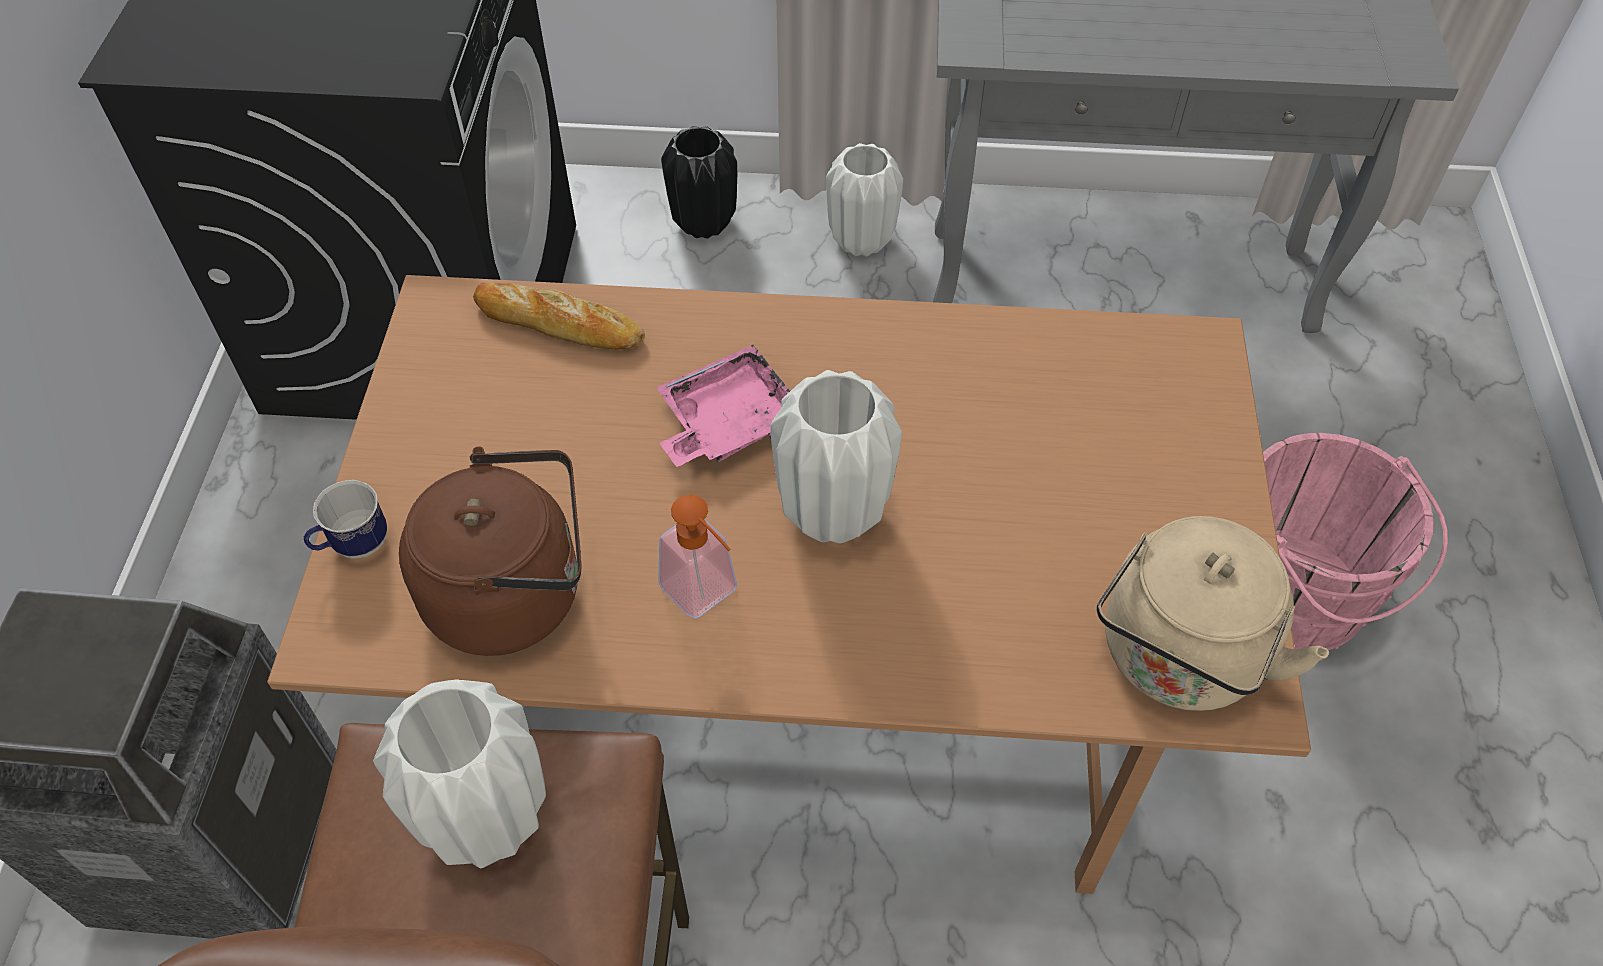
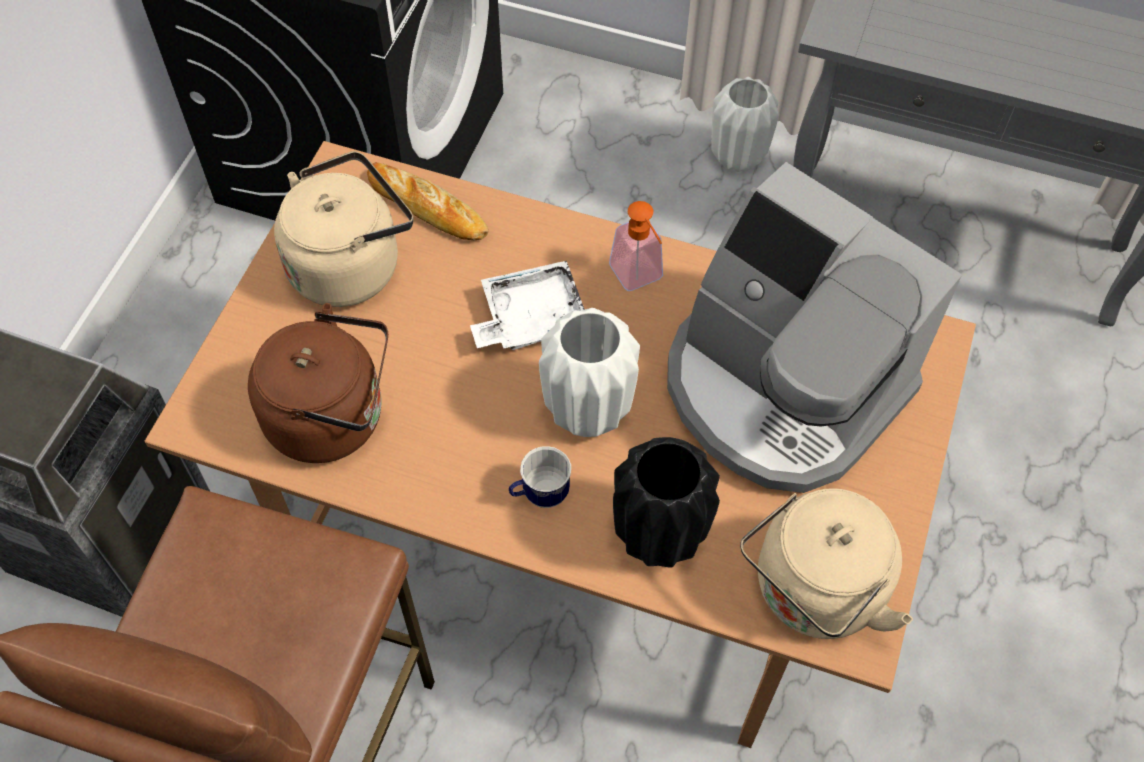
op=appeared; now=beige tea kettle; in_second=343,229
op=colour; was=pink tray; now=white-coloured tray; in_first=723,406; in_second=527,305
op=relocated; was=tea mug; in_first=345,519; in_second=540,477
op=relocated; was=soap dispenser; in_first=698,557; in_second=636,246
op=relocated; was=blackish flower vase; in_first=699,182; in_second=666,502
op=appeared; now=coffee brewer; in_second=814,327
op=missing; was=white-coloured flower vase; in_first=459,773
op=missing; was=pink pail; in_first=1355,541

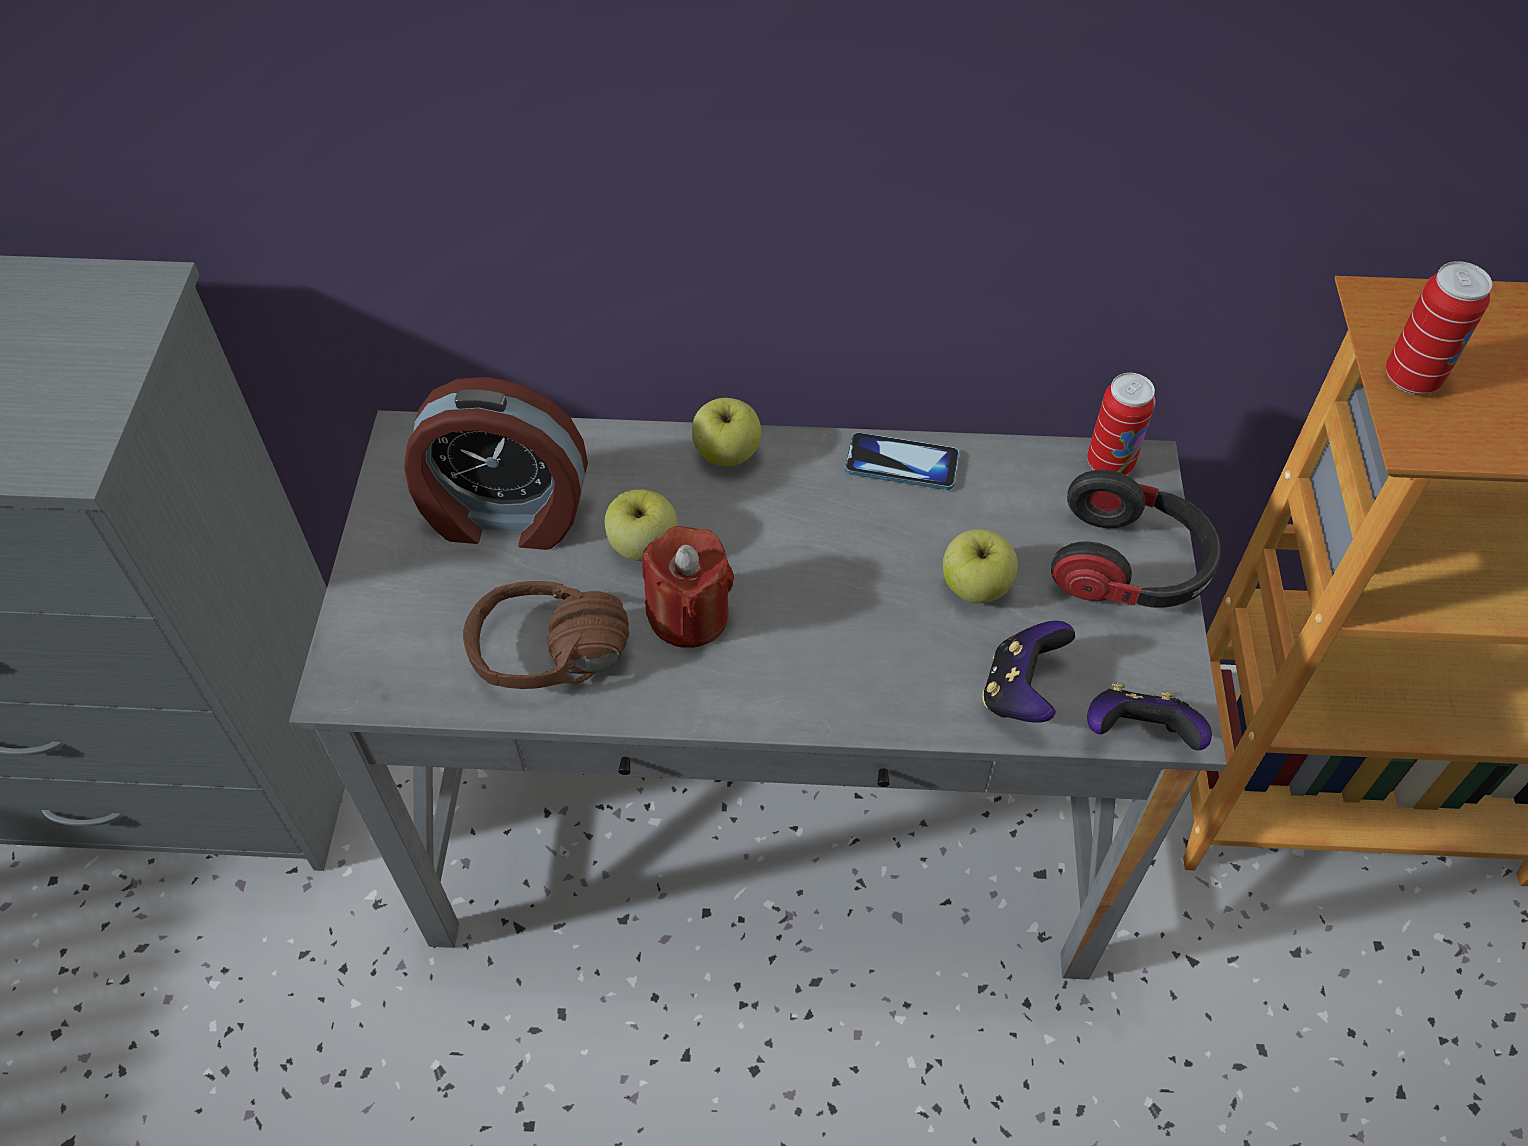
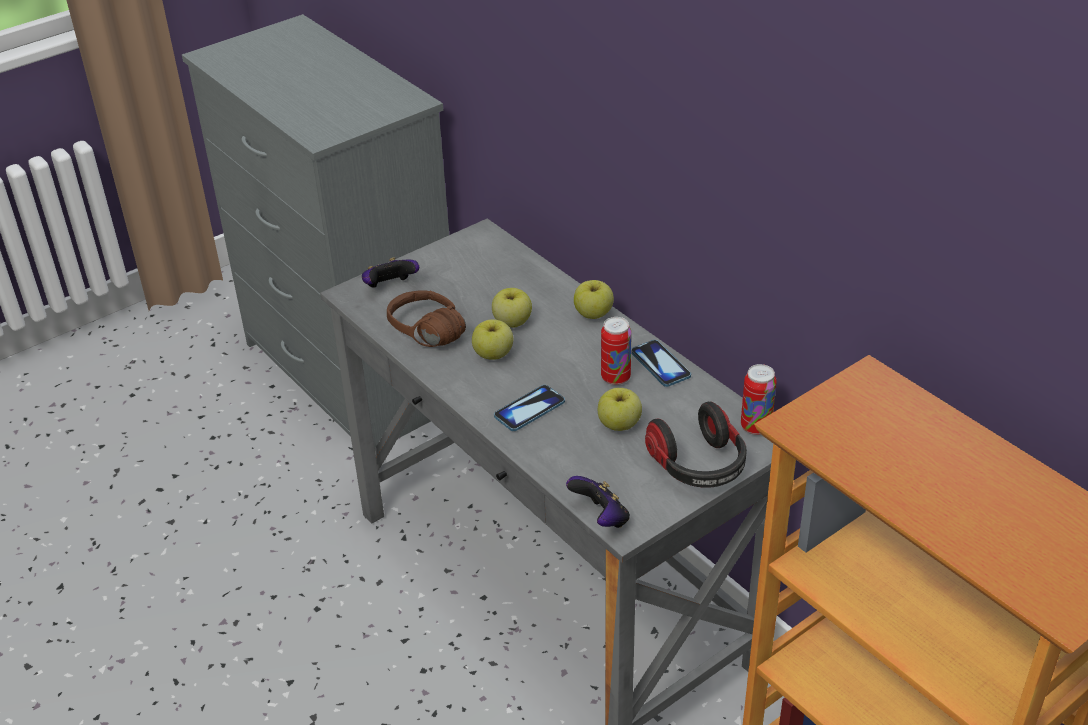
op=relocated; was=gamepad; in_first=1028,672; in_second=390,273
op=exchanged; was=red wax light; now=apple fruit; in_first=688,587; in_second=492,339
op=appeared; now=phone; in_second=529,408
op=relocated; was=can; in_first=1439,327; in_second=616,351
op=missing; was=alarm clock; in_first=496,463

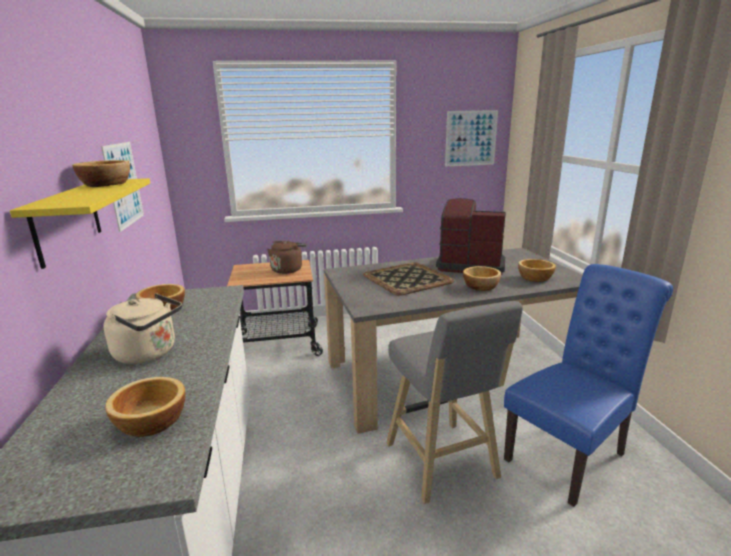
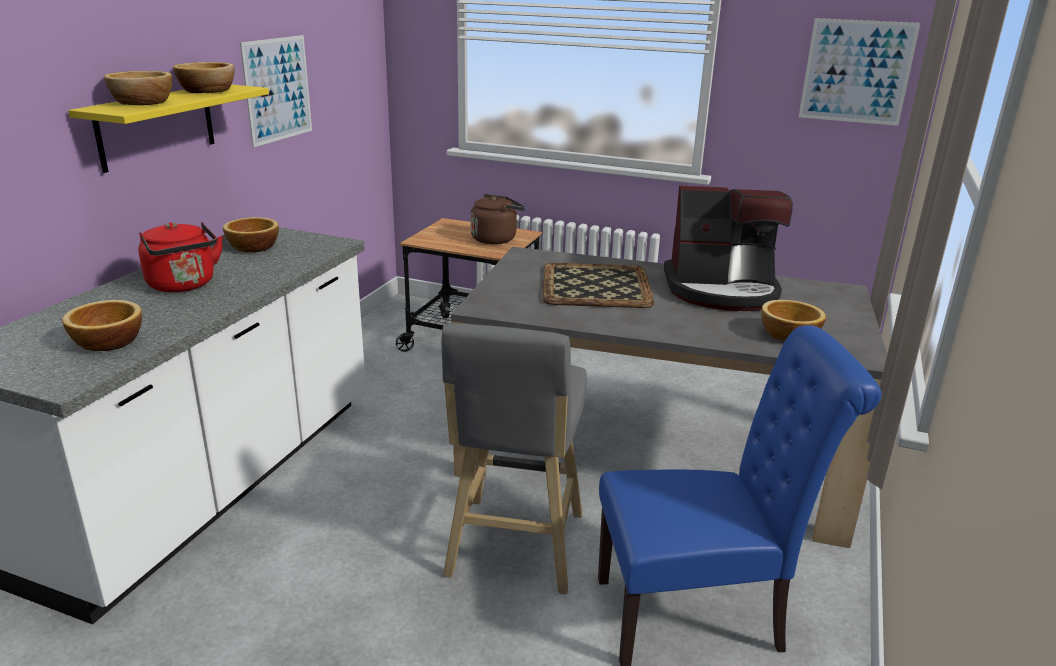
op=relocated; was=deep dish; in_first=482,278; in_second=138,88
op=colour; was=beige tea kettle; now=red tea kettle; in_first=142,328; in_second=180,257
op=spun; was=coffee brewer; in_first=471,236; in_second=728,248; clockwise=135

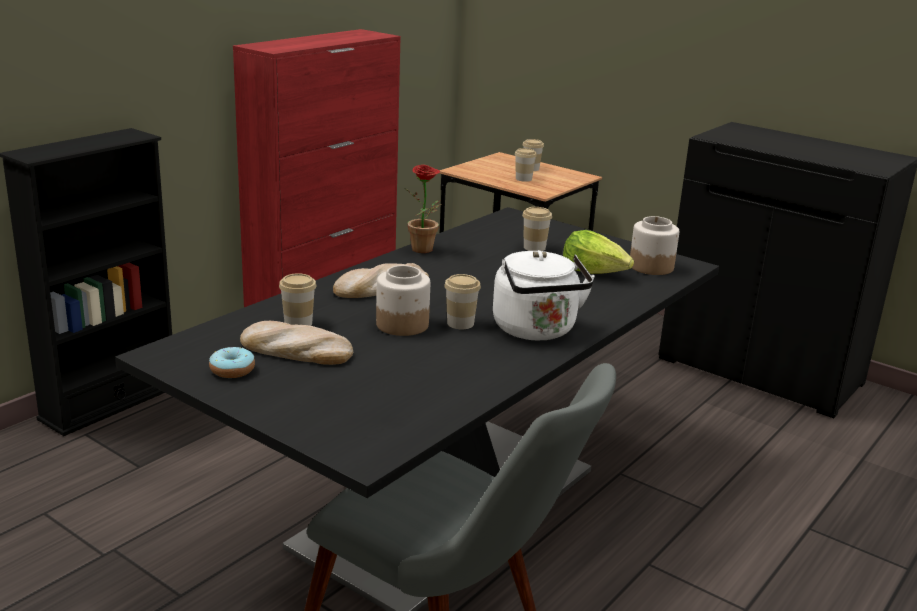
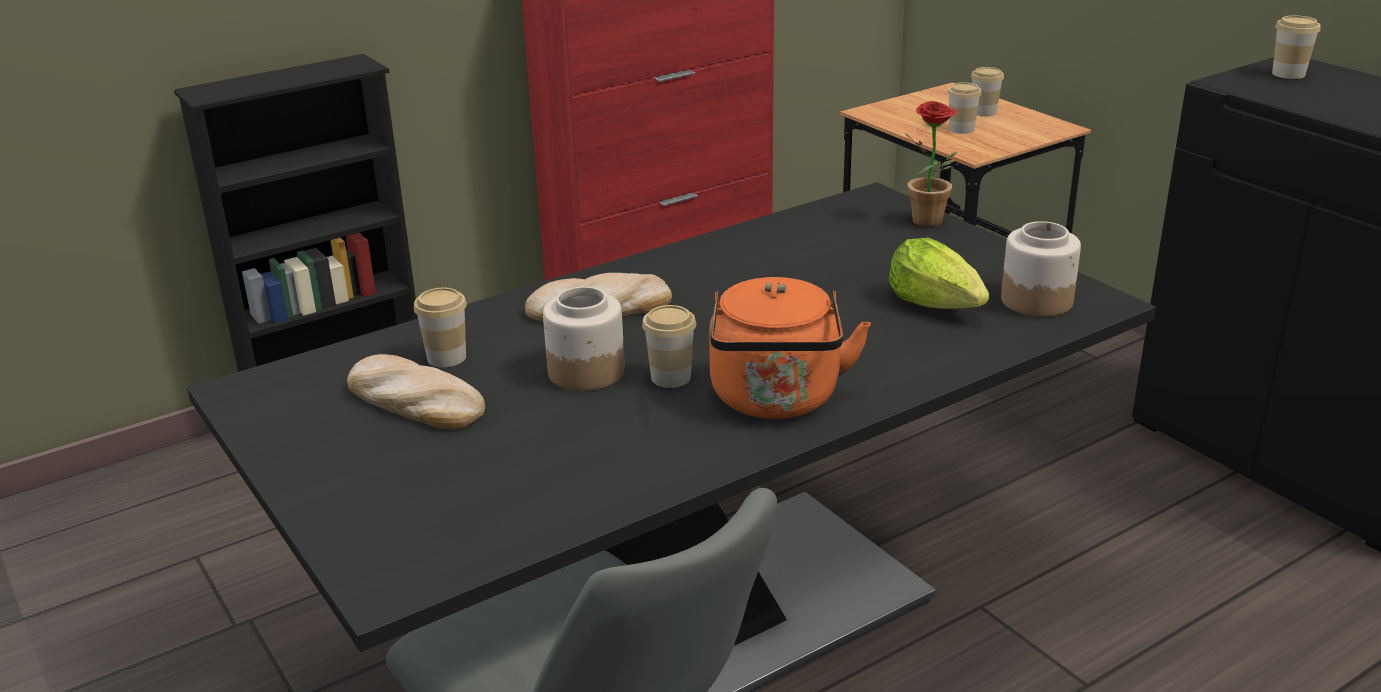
op=colour; was=white-coloured tea kettle; now=orange-coloured tea kettle; in_first=544,295; in_second=790,348
op=relocated; was=plant in a pot; in_first=423,208; in_second=931,164
op=relocated; was=drinking cup; in_first=537,229; in_second=1296,47
op=missing; was=doughnut; in_first=232,362

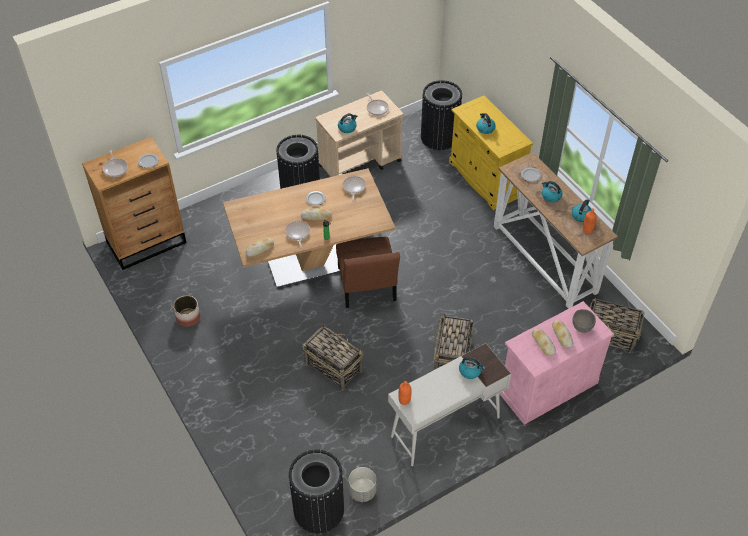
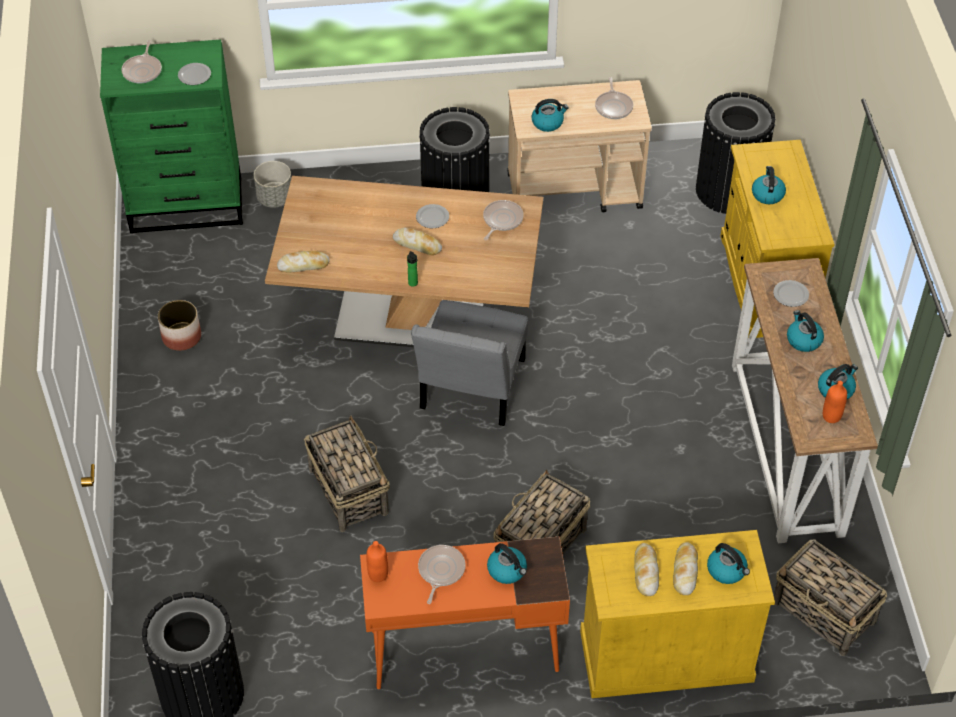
op=colour; was=brown dresser; now=green dresser; in_first=134,203; in_second=171,136
op=relocated; was=greyish plant pot; in_first=362,484; in_second=272,184
op=colour; was=white-coloured desk; now=orange-coloured desk; in_first=449,404; in_second=465,613
op=colour; was=brown upright chair; now=greyish upright chair; in_first=368,272; in_second=469,363
op=relocated; was=skillet; in_first=297,234; in_second=442,574
op=colour; was=pink storage cabinet; now=yellow storage cabinet; in_first=557,363; in_second=677,614
op=exchanged; was=greyish deep dish; now=tea kettle; in_first=584,321; in_second=728,563

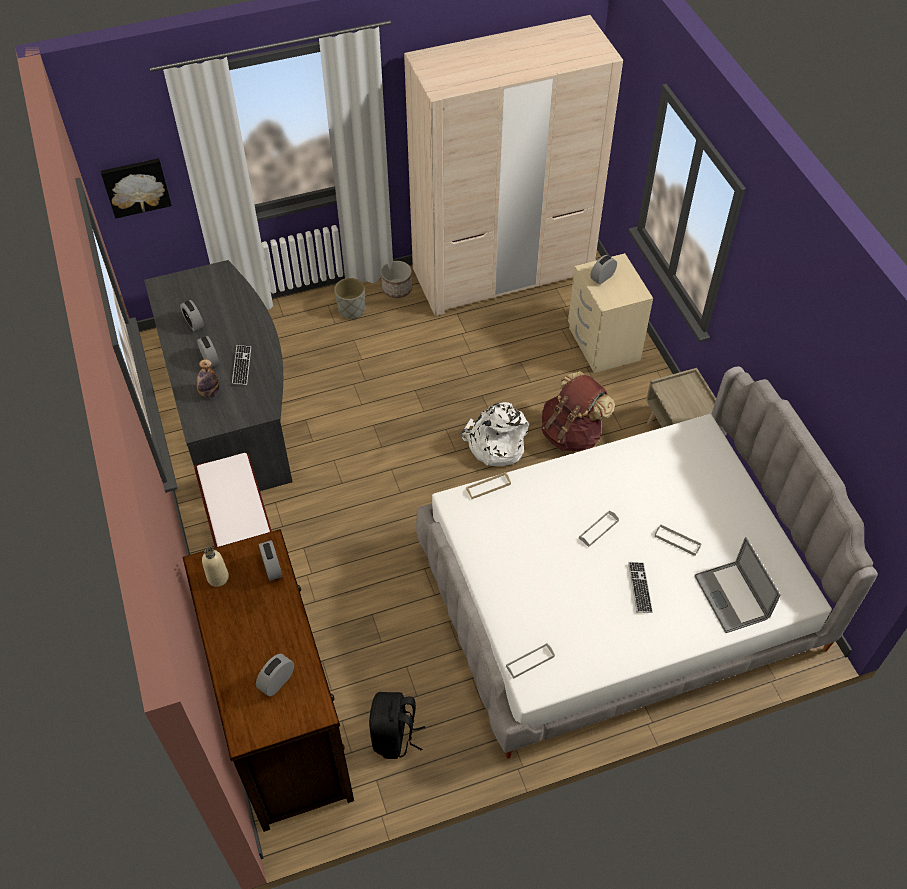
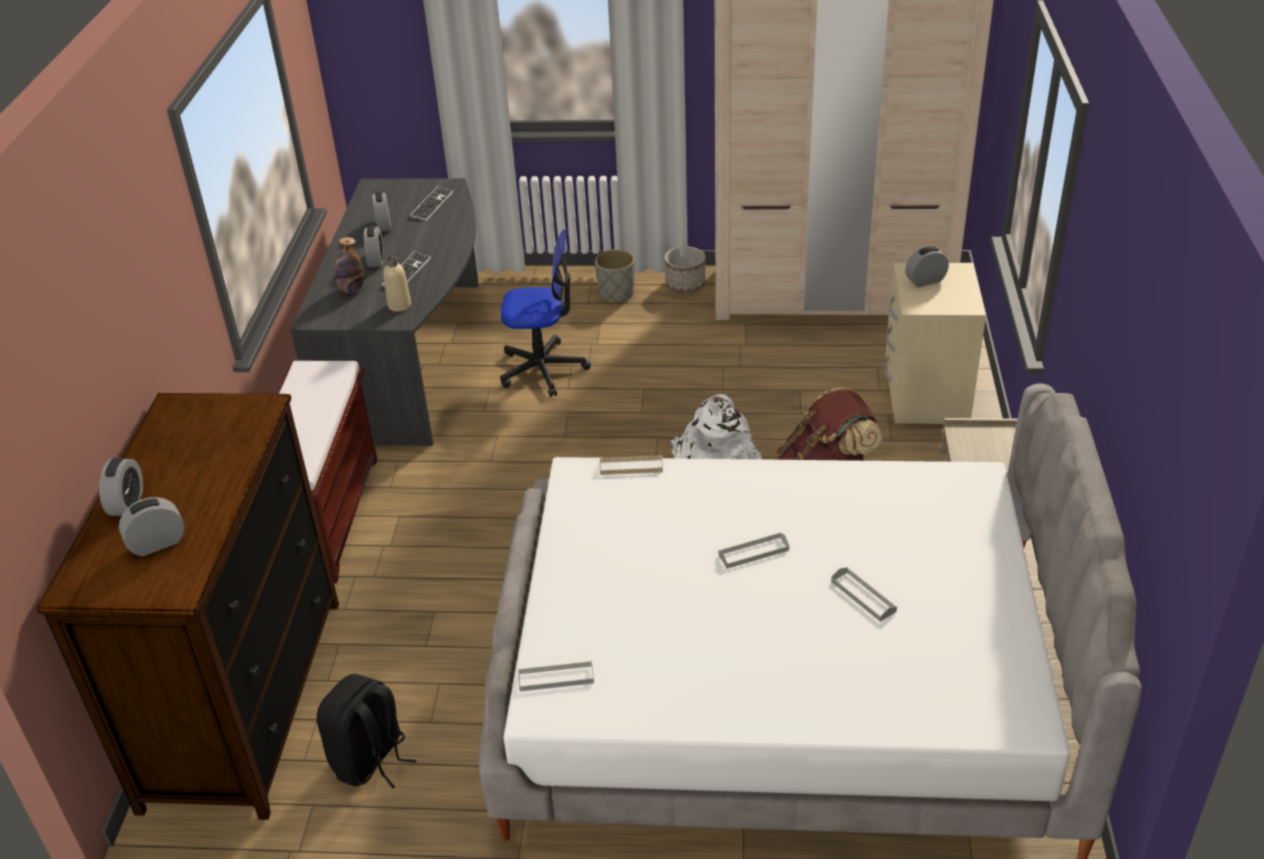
op=relocated; was=alarm clock; in_first=270,560; in_second=121,487
op=relocated; was=beige drink bottle; in_first=215,567; in_second=397,284
op=relocated; was=computer keyboard; in_first=640,587; in_second=431,203
op=appeared; now=desk chair; in_second=545,313
op=missing; was=wall picture; in_first=136,188
op=missing; was=portable computer; in_first=737,585

